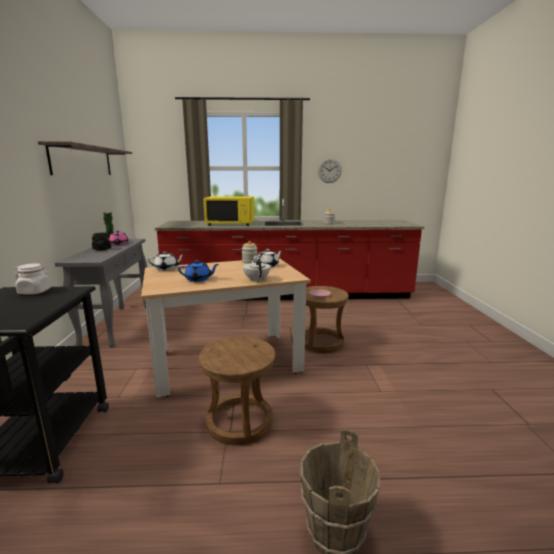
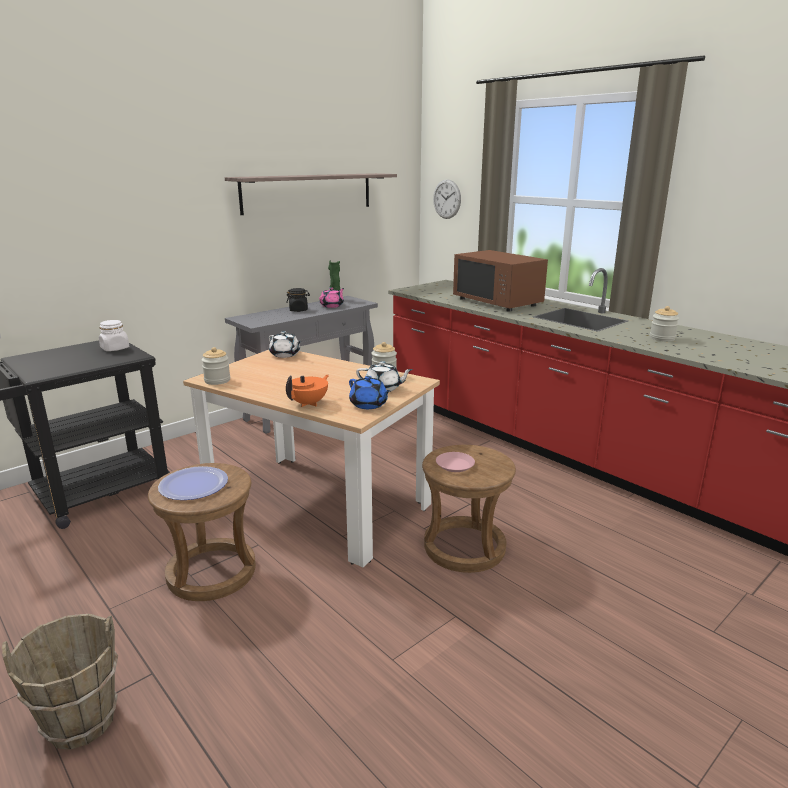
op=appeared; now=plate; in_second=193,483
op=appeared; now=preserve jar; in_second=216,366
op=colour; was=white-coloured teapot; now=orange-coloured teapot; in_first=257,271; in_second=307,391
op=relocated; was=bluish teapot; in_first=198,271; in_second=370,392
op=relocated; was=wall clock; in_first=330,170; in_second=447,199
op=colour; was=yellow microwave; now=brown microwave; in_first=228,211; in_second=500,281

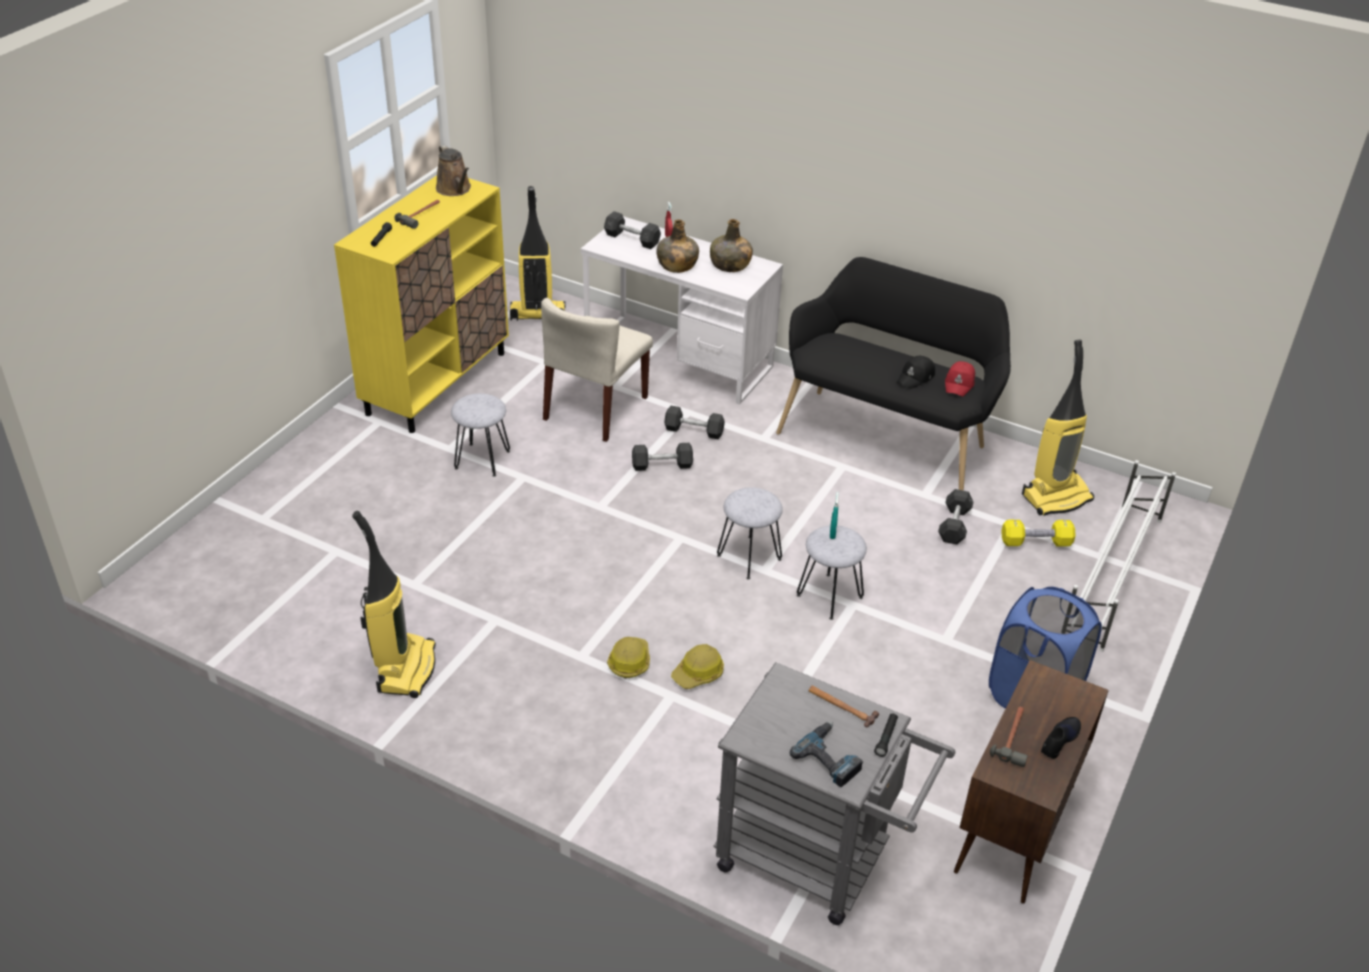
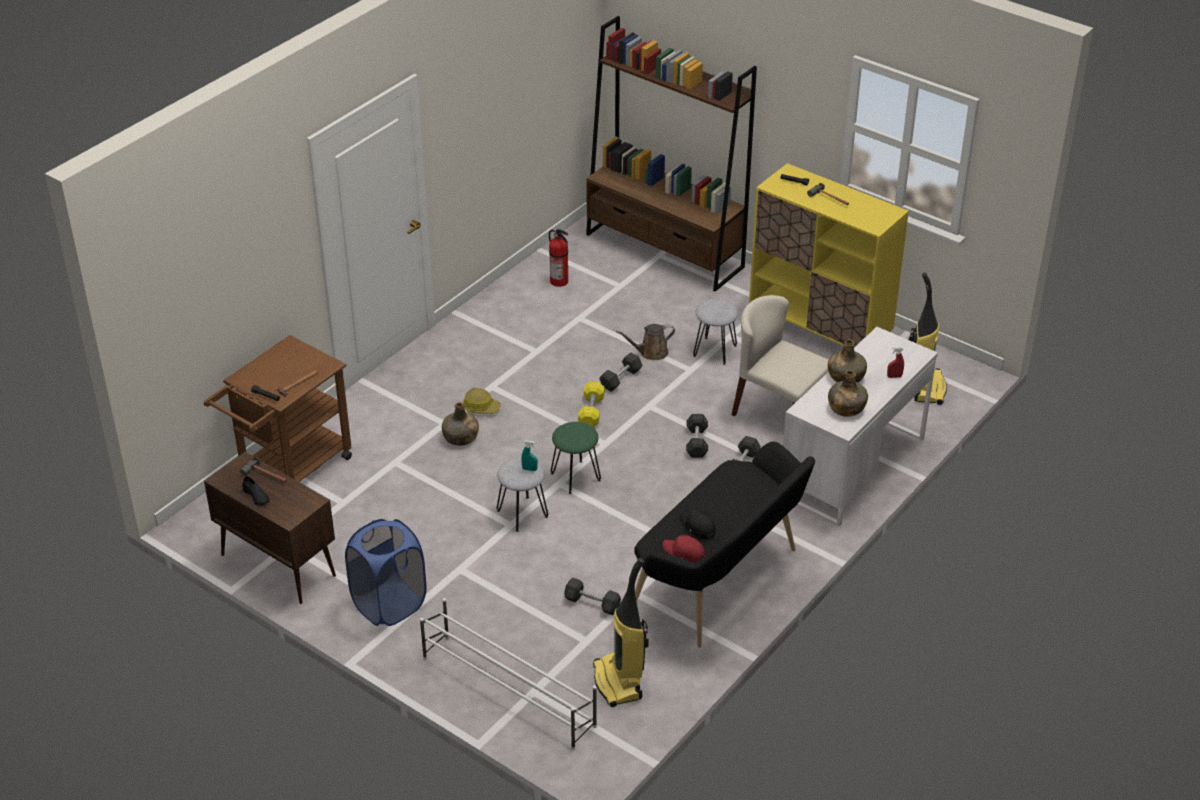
op=colour; was=greyish cart; now=brown cart; in_first=834,793; in_second=278,408
op=exchanged; was=work helmet; now=green drink bottle; in_first=697,666; in_second=460,424
op=appeared; now=extinguisher; in_second=558,258
op=colour; was=greyish stool seat; now=green stool seat; in_first=750,533; in_second=576,458
op=relocated; was=yellow free weight; in_first=1038,533; in_second=591,404
op=appeared; now=brown bookshelf; in_second=671,154
op=relocated; was=greyish free weight; in_first=632,230; in_second=621,372
op=relocated; was=brown sprinkling can; in_first=453,170; in_second=645,342
op=missing; was=vacuum; in_first=394,604
op=missing; was=power drill; in_first=826,754

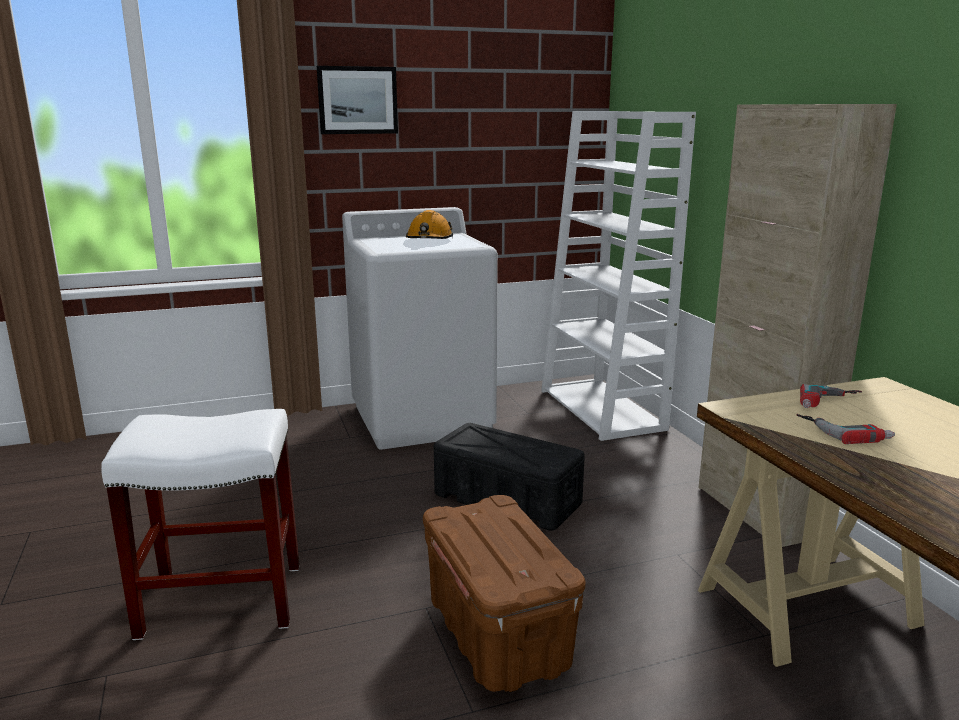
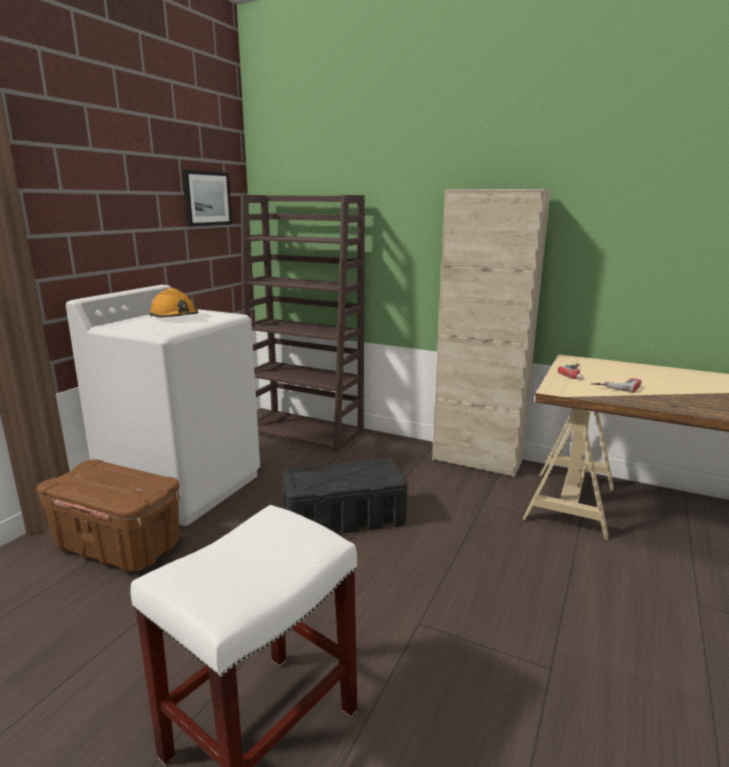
op=relocated; was=brown storage container; in_first=504,593; in_second=108,515
op=relocated; was=wall picture; in_first=357,100; in_second=207,198
op=colour; was=white-coloured bookshelf; now=brown bookshelf; in_first=618,276; in_second=303,324

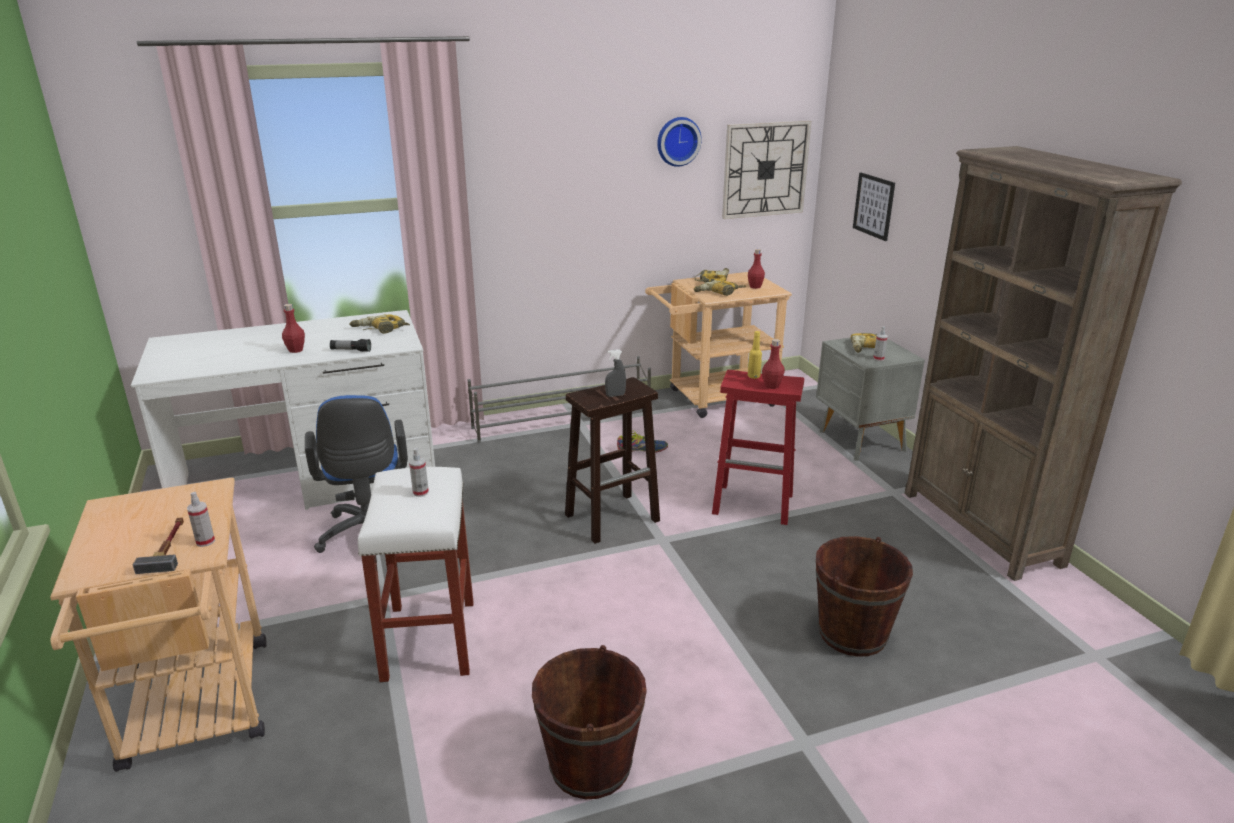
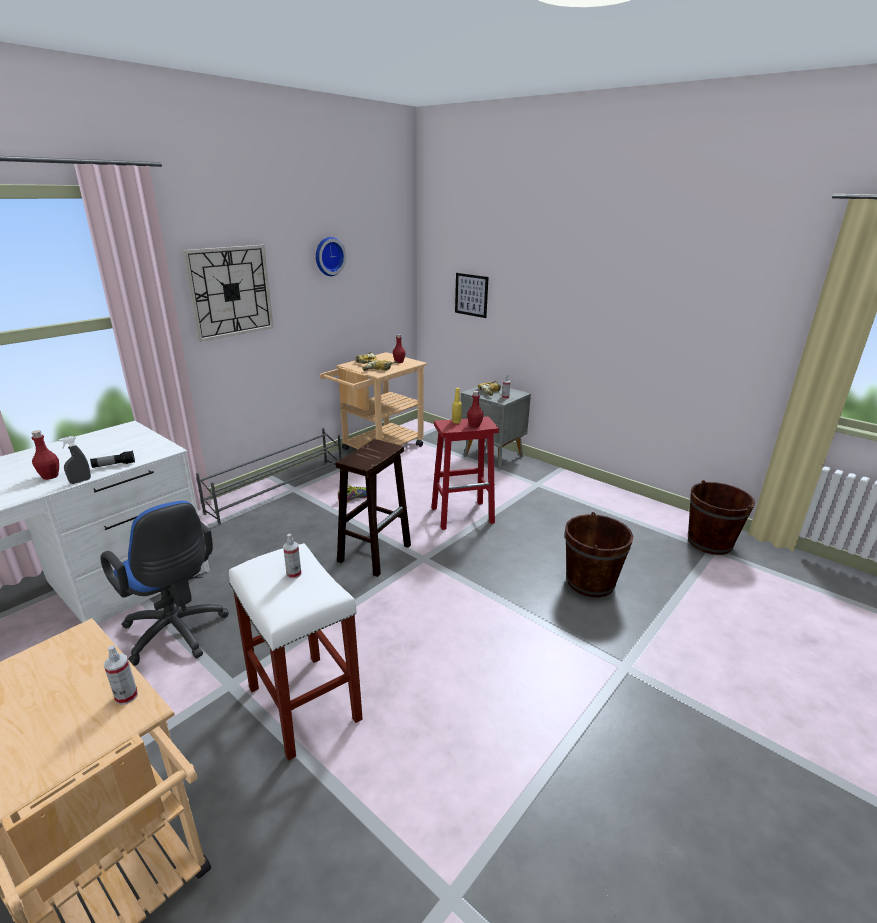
op=relocated; was=greyish sprayer; in_first=615,373; in_second=75,460
op=relocated; was=wall clock; in_first=766,170; in_second=228,293
op=relocated; was=brown pail; in_first=589,722; in_second=721,517
op=missing; was=hammer; in_first=158,545
op=missing; was=power drill; in_first=379,324
op=missing; was=brown bookshelf; in_first=1043,363

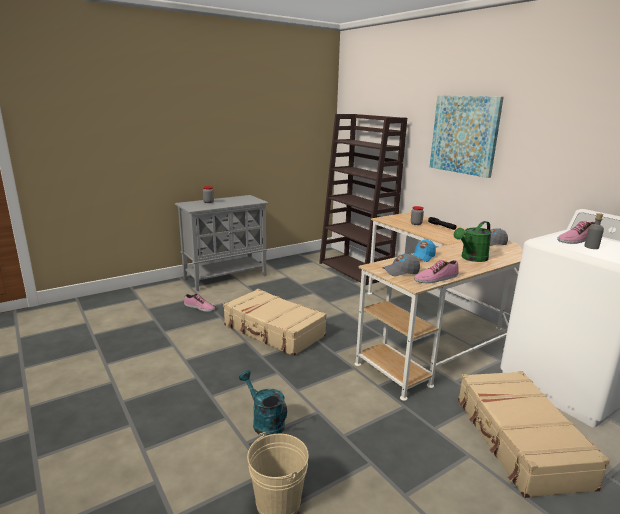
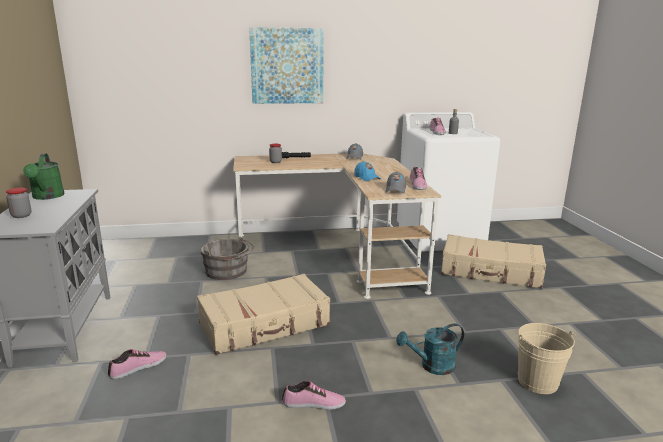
op=relocated; was=green sprinkling can; in_first=473,241; in_second=44,177
op=appeared; now=greyish pail; in_second=227,258
op=appeared; now=low shoe; in_second=314,395
op=missing; was=brown bookshelf; in_first=363,199

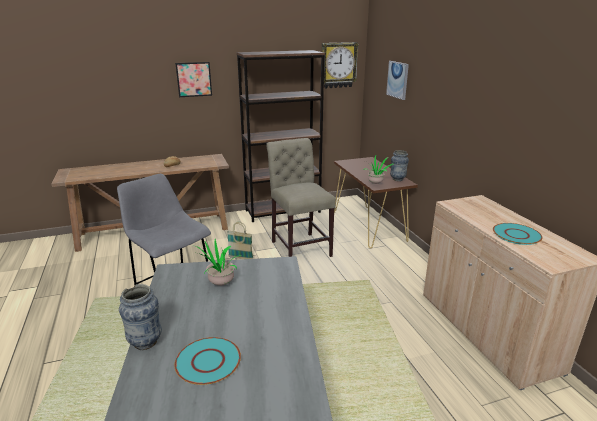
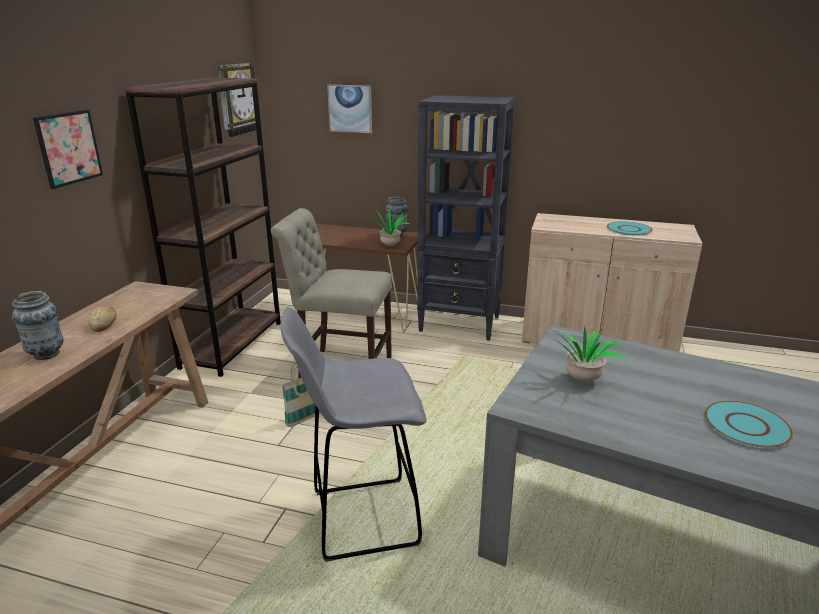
op=relocated; was=flower vase; in_first=140,317; in_second=37,325
op=appeared; now=blackish bookshelf; in_second=466,218

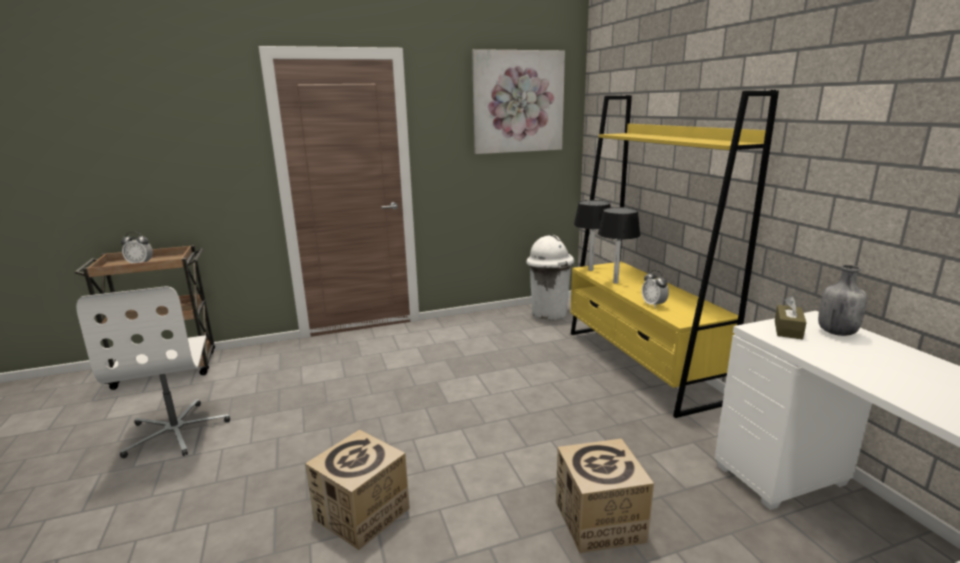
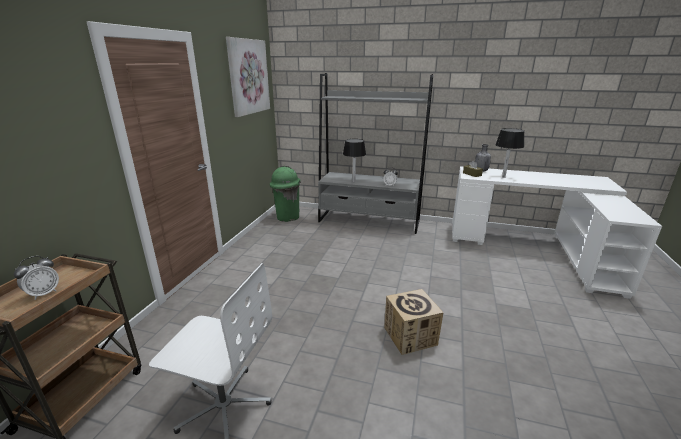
op=colour; was=white-coloured waste bin; now=green waste bin; in_first=550,277; in_second=285,194
op=colour; was=yellow bookshelf; now=greyish bookshelf; in_first=674,254; in_second=375,153
op=relocated; was=blackish tabletop lamp; in_first=592,235; in_second=509,153
op=missing; was=carton; in_first=605,496

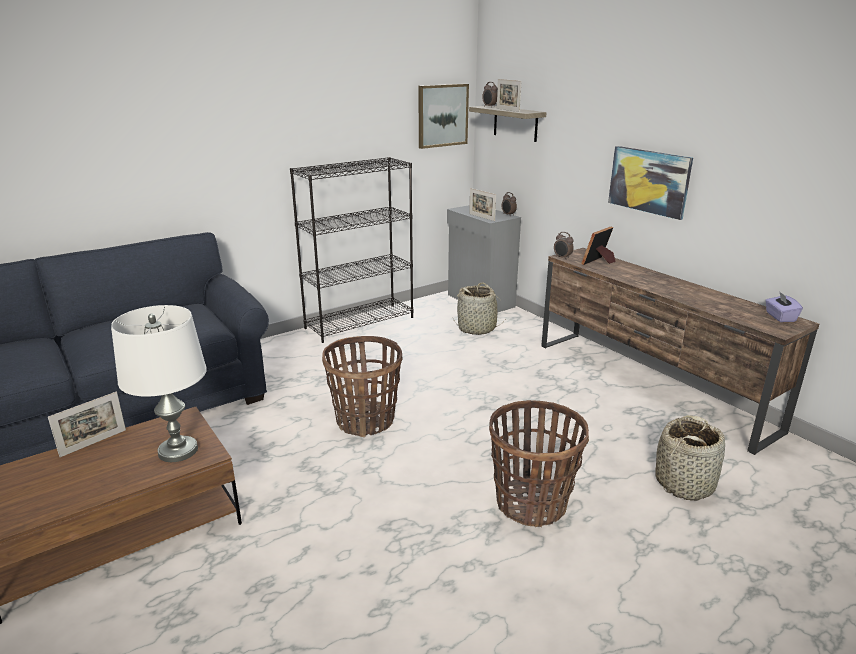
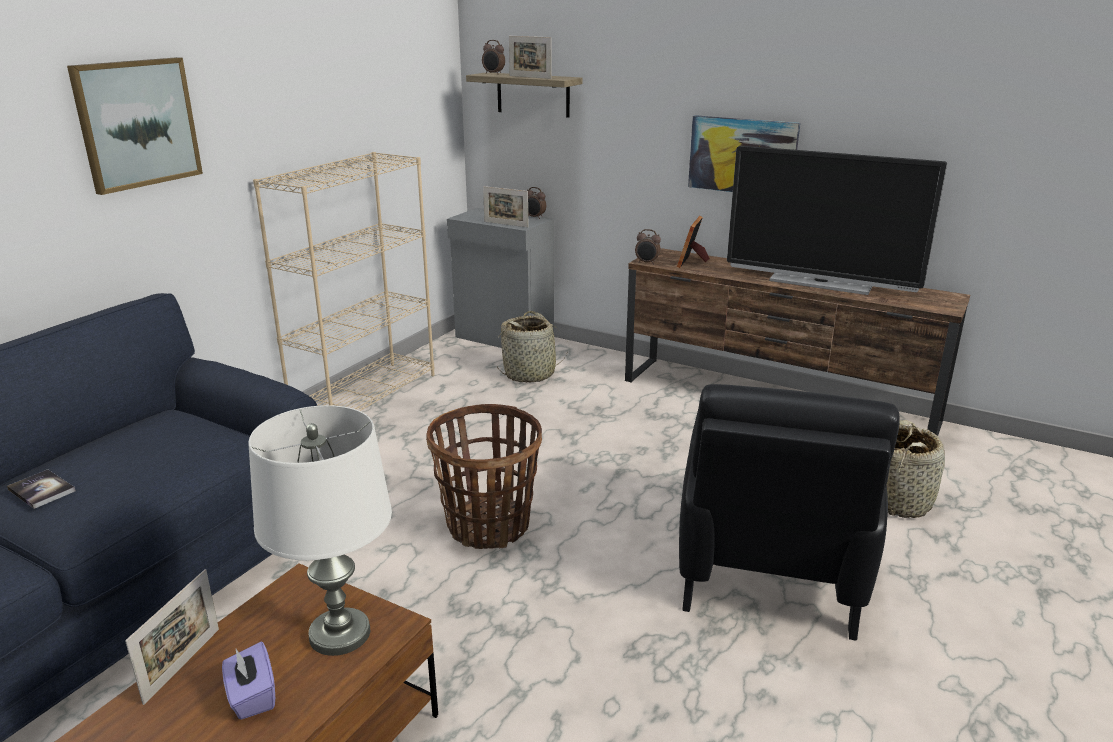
op=appeared; now=volume; in_second=41,489
op=relocated; was=wall picture; in_first=443,116; in_second=135,126
op=relocated; was=purple tissue holder; in_first=784,306; in_second=248,681
op=colour; was=blackish bookshelf; now=beige bookshelf; in_first=351,250; in_second=344,281
op=exchanged; was=household basket; now=blackish lounge chair; in_first=539,463; in_second=789,512
op=appeared; now=TV; in_second=837,220

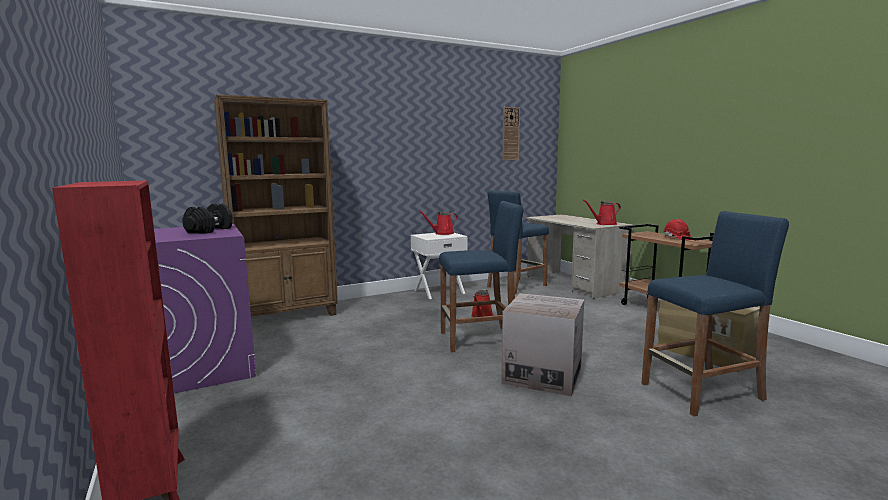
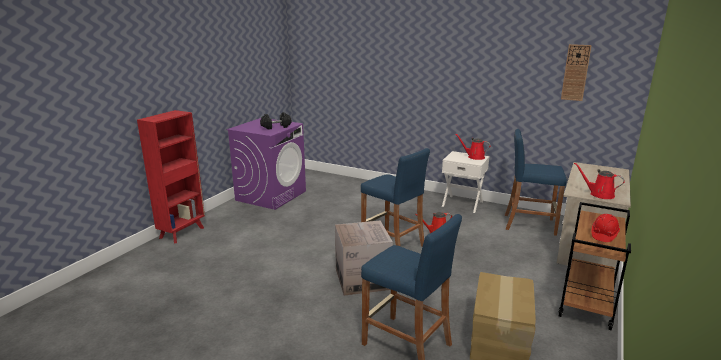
op=missing; was=brown bookshelf; in_first=276,206

